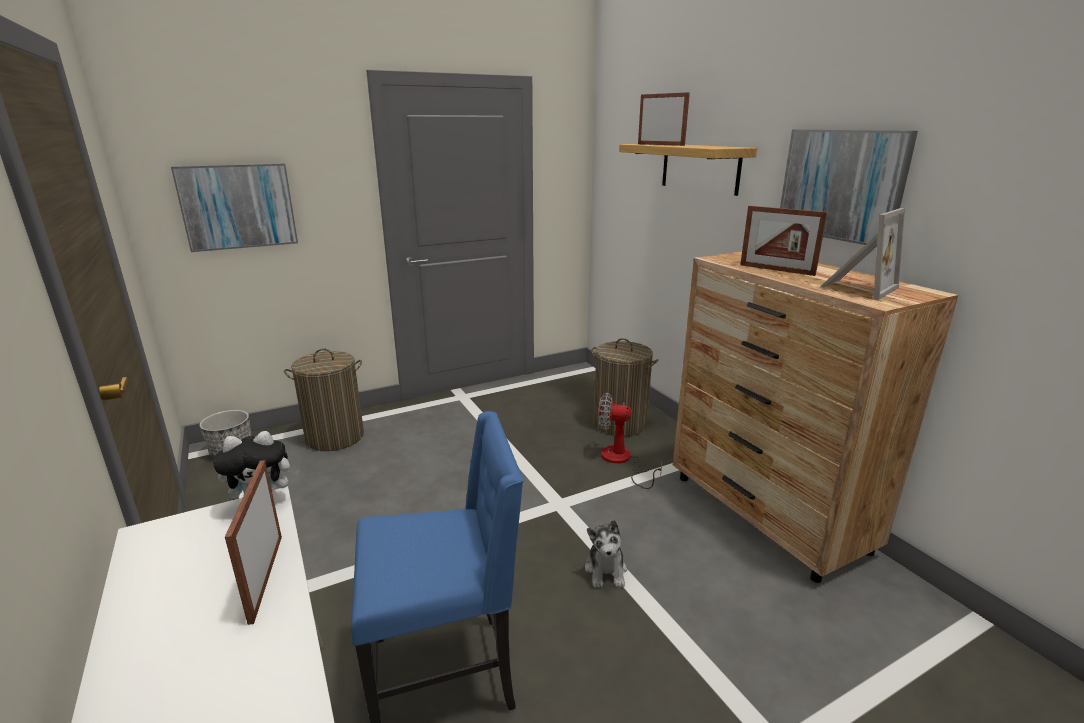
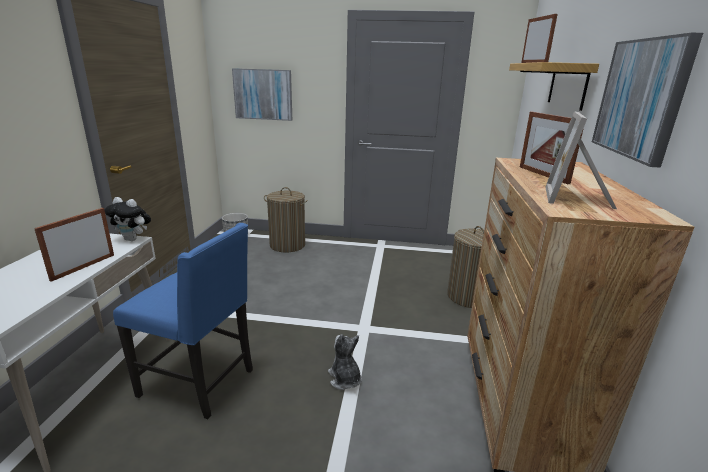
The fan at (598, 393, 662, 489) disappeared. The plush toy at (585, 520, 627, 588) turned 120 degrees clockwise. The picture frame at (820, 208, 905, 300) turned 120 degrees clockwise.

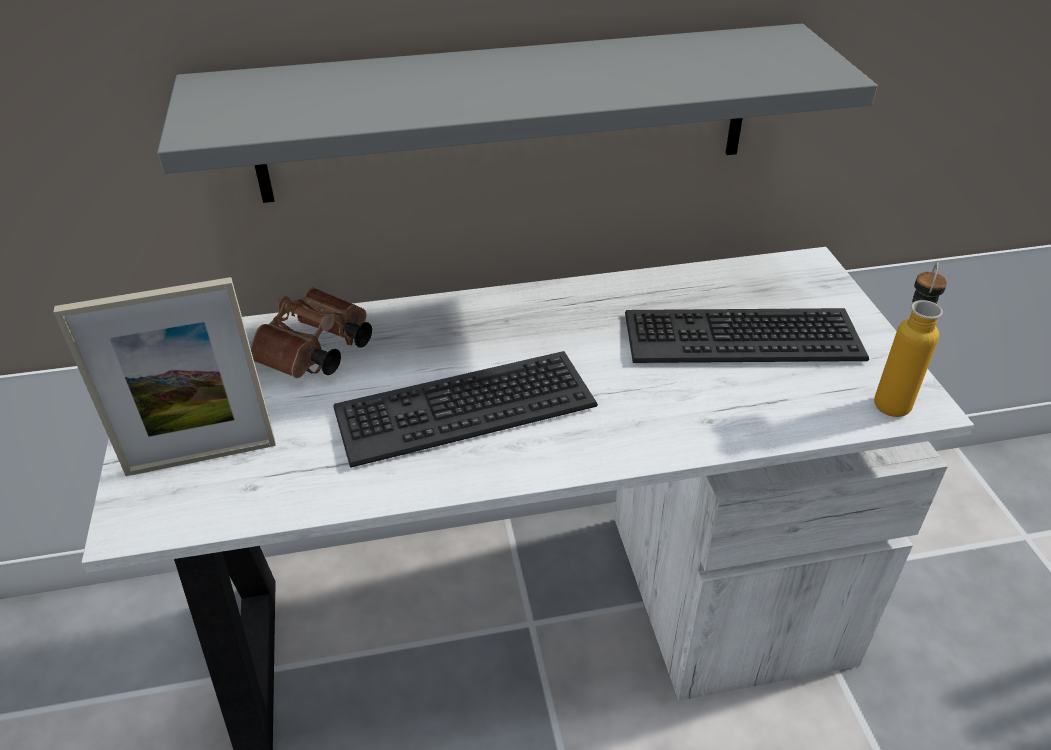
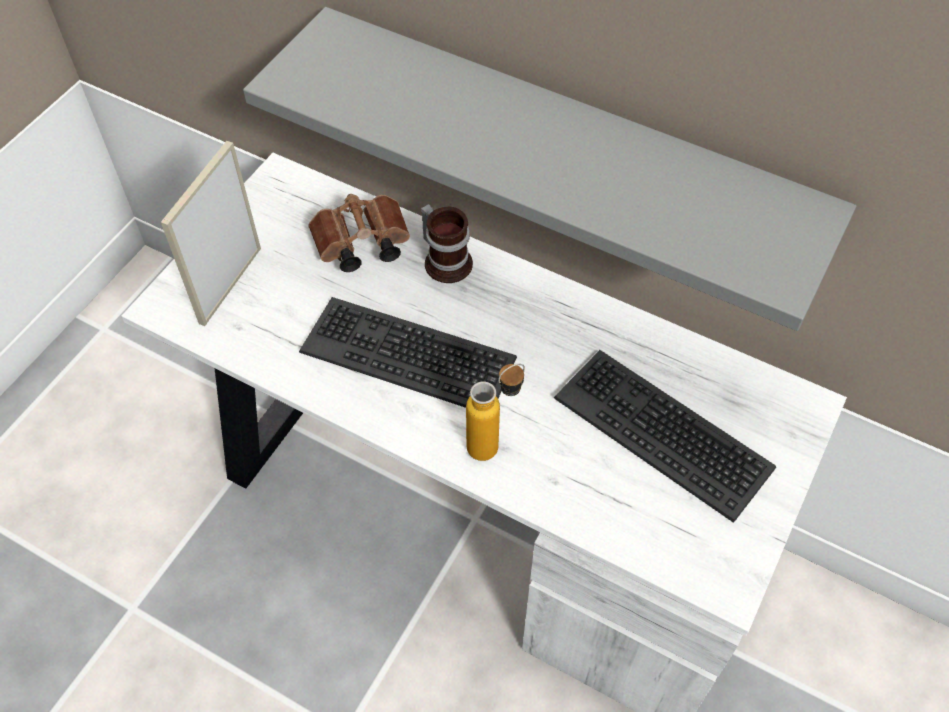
The mug at (421, 204, 473, 283) appeared. The bottle moved from (874, 262, 947, 417) to (466, 364, 525, 461). The picture frame at (53, 277, 276, 476) turned 90 degrees clockwise.

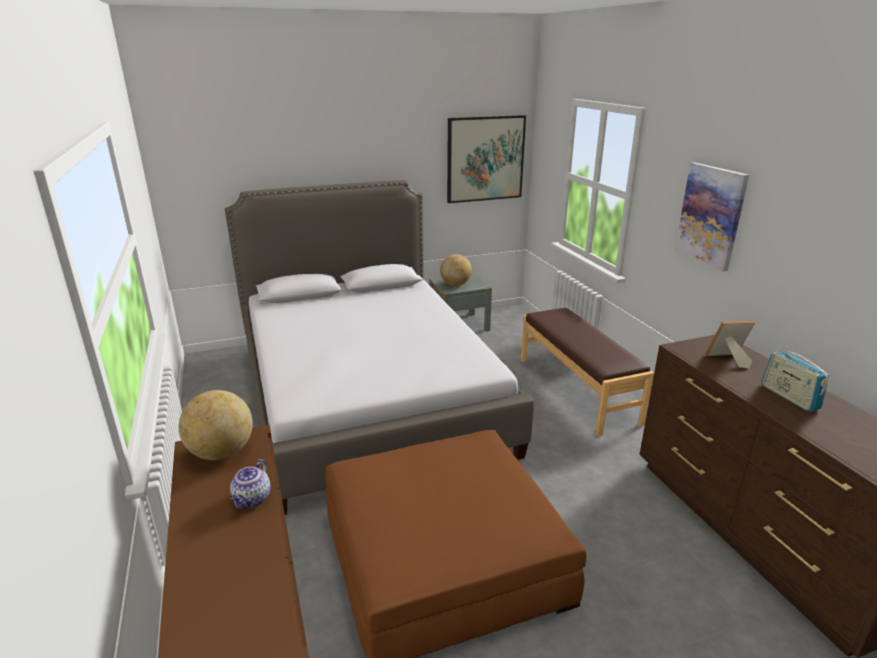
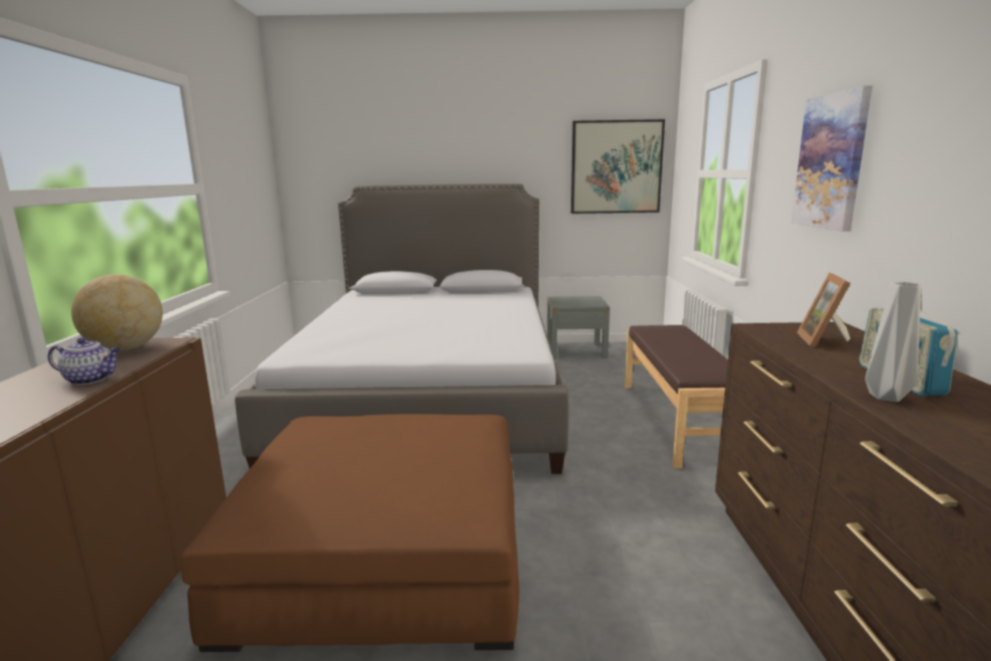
The globe at (440, 254, 472, 286) disappeared. The grey vase at (865, 282, 921, 402) appeared. The teapot at (230, 459, 271, 509) turned 120 degrees counterclockwise. The picture frame at (705, 320, 755, 369) turned 90 degrees counterclockwise.

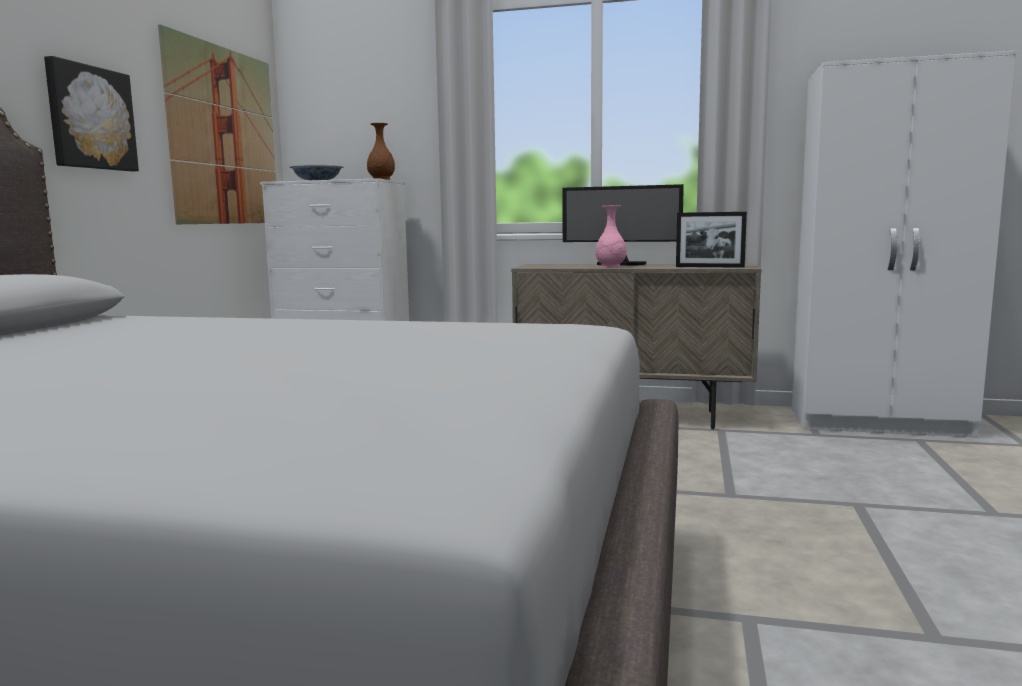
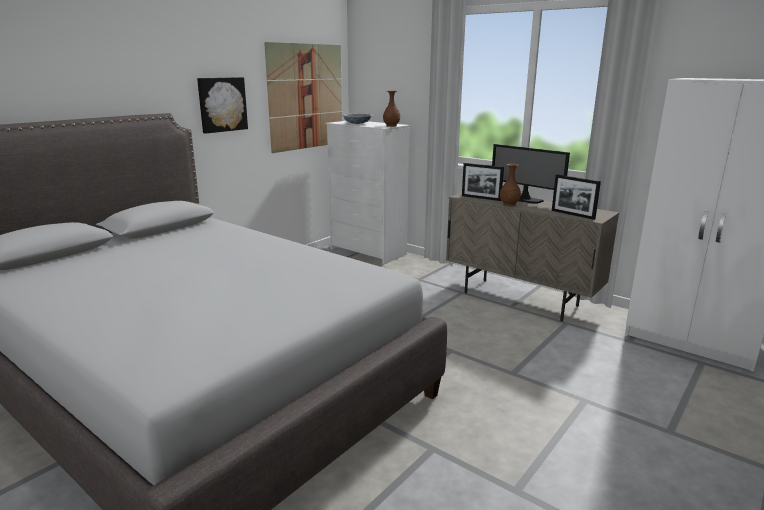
The picture frame at (462, 163, 504, 201) appeared. The pink vase at (595, 205, 627, 268) became the brown vase at (500, 164, 521, 206).

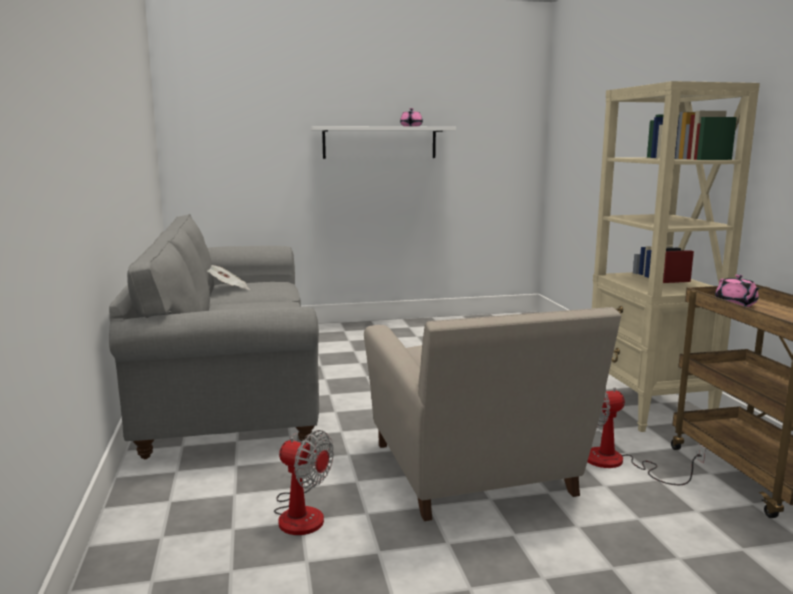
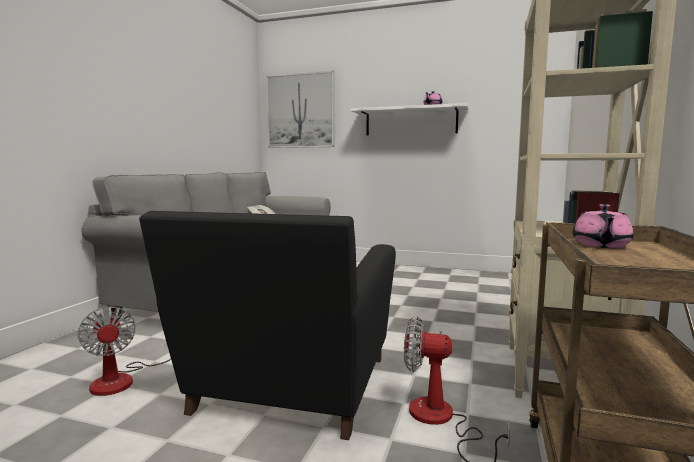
The picture at (266, 71, 335, 148) appeared. The beige armchair at (364, 307, 621, 521) became the black armchair at (139, 211, 396, 440).

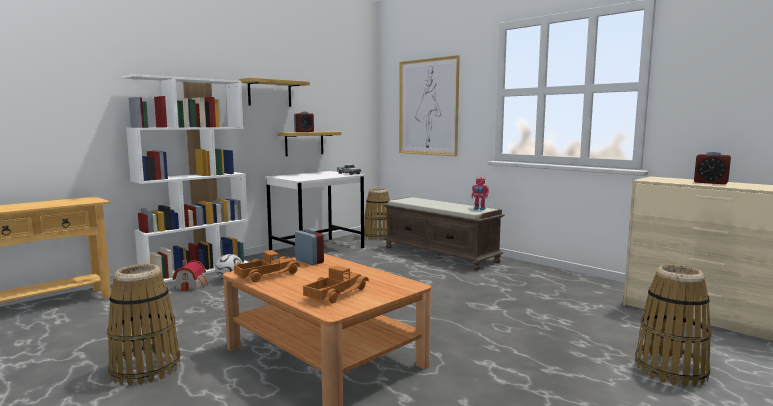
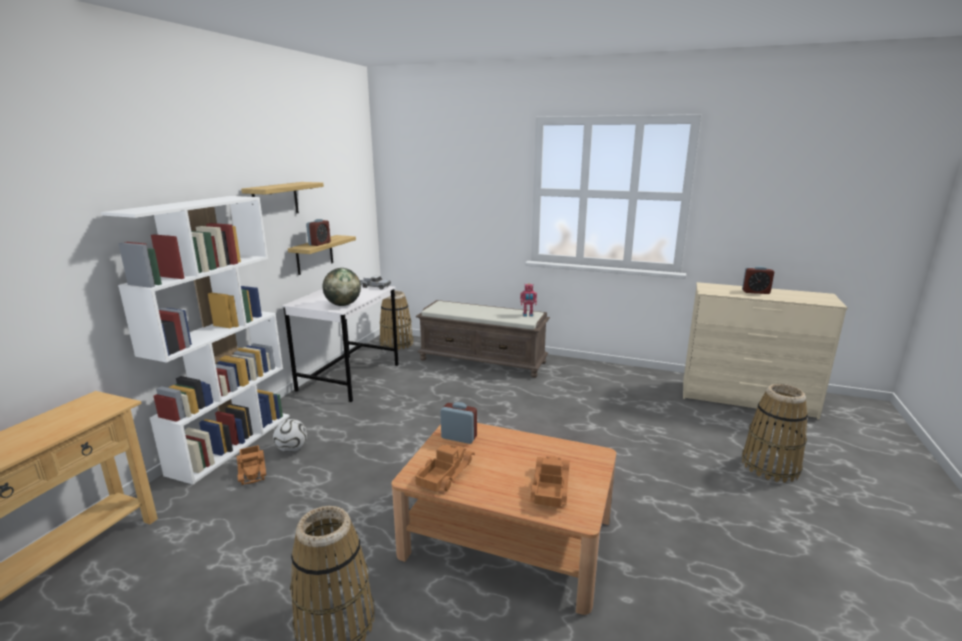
The picture at (399, 55, 460, 156) disappeared. The globe at (323, 268, 361, 306) appeared. The toy house at (172, 260, 208, 291) was replaced by the toy truck at (237, 445, 266, 485).

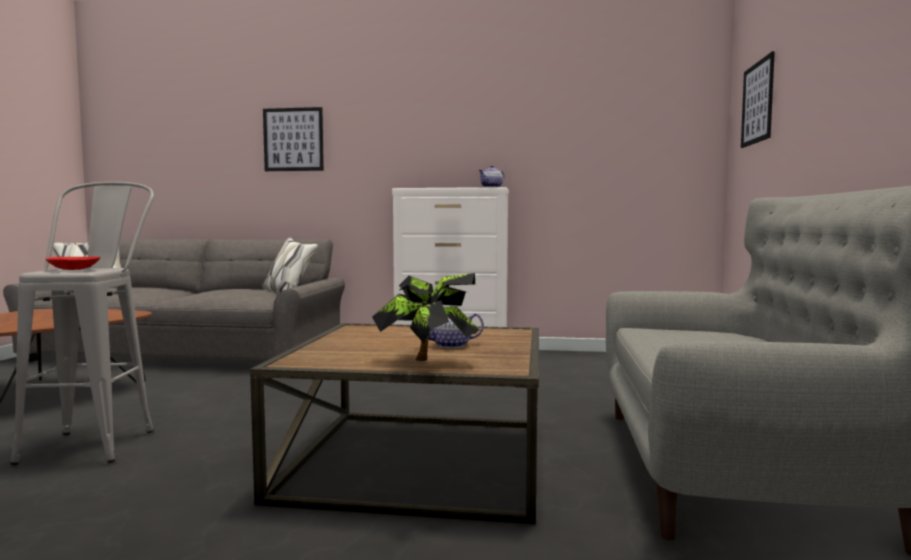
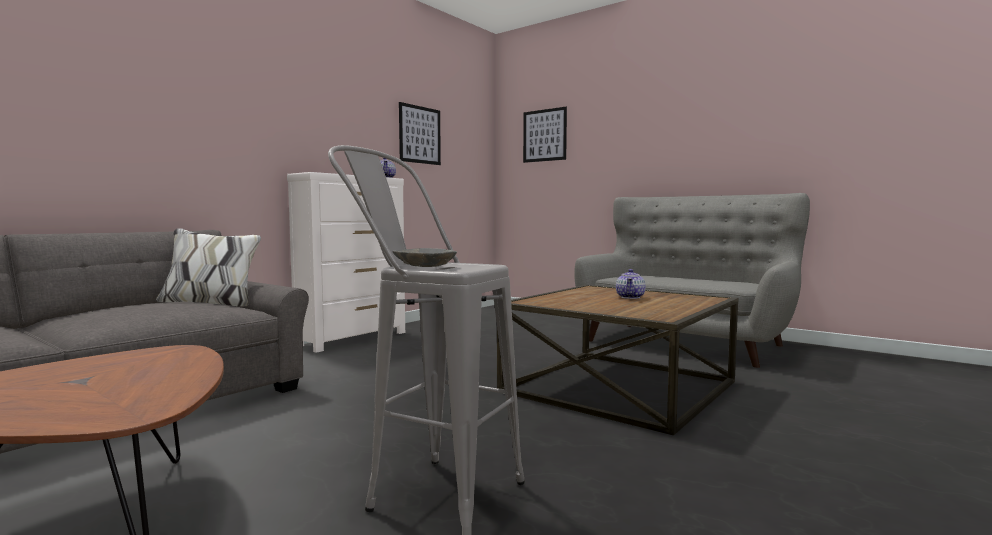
The potted plant at (372, 273, 479, 361) disappeared. The picture moved from (263, 107, 324, 171) to (399, 102, 441, 165). The red bowl at (45, 256, 101, 270) became the grey bowl at (392, 248, 457, 267).

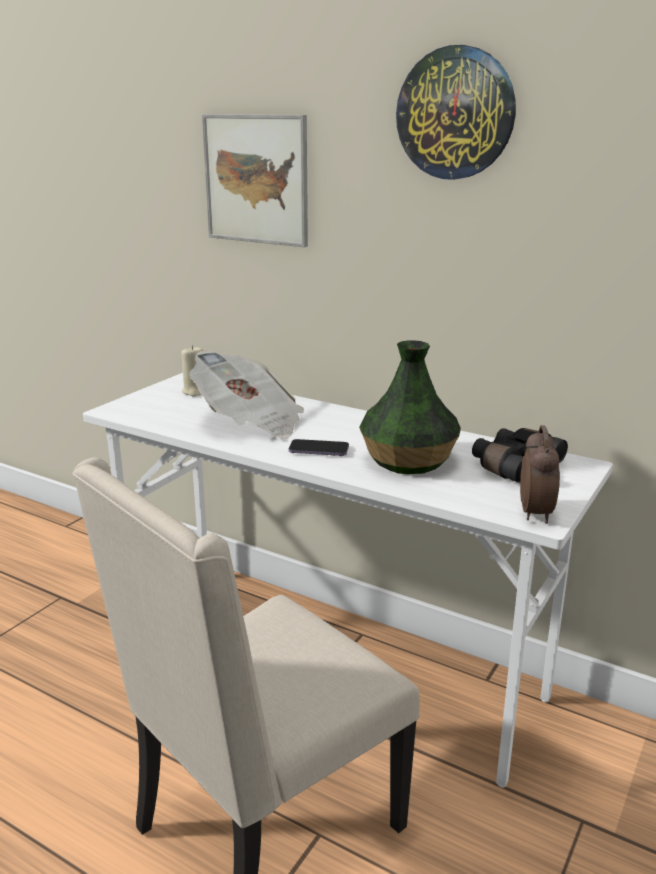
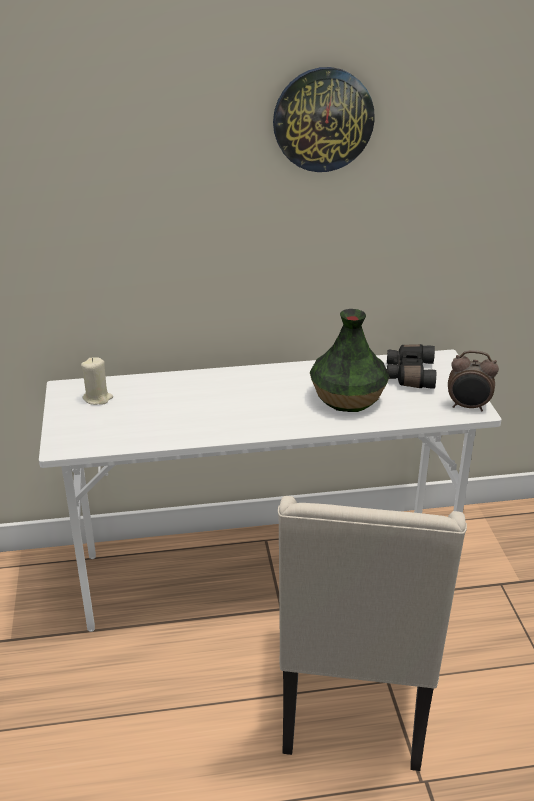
The newspaper at (189, 351, 304, 439) disappeared. The picture at (202, 114, 308, 247) disappeared. The phone at (289, 439, 349, 456) disappeared. The alarm clock at (520, 425, 560, 524) turned 135 degrees clockwise.

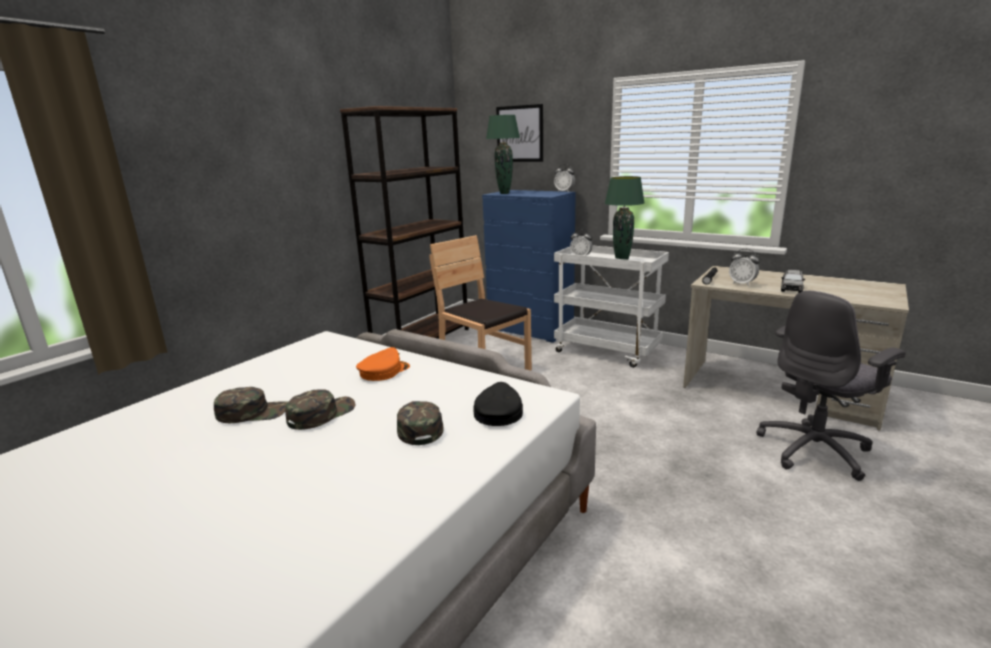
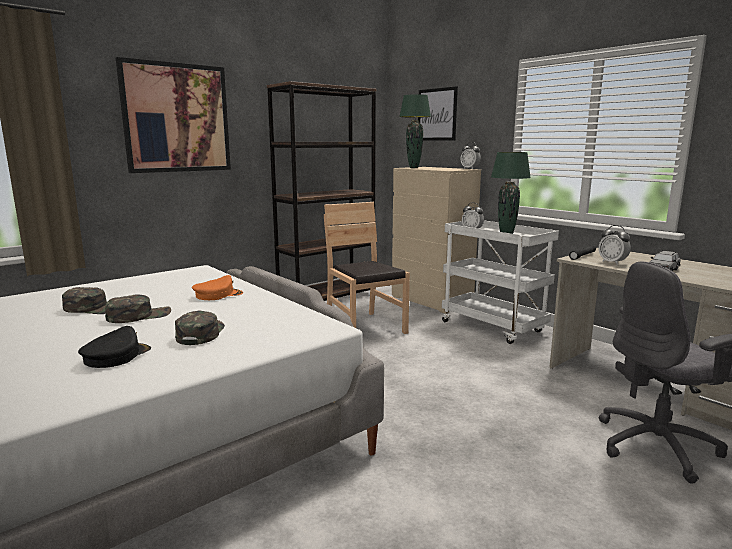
The picture at (116, 57, 231, 173) appeared. The black cap moved from (473, 382, 523, 426) to (78, 326, 151, 368). The blue dresser at (482, 190, 576, 343) became the beige dresser at (392, 167, 481, 314).

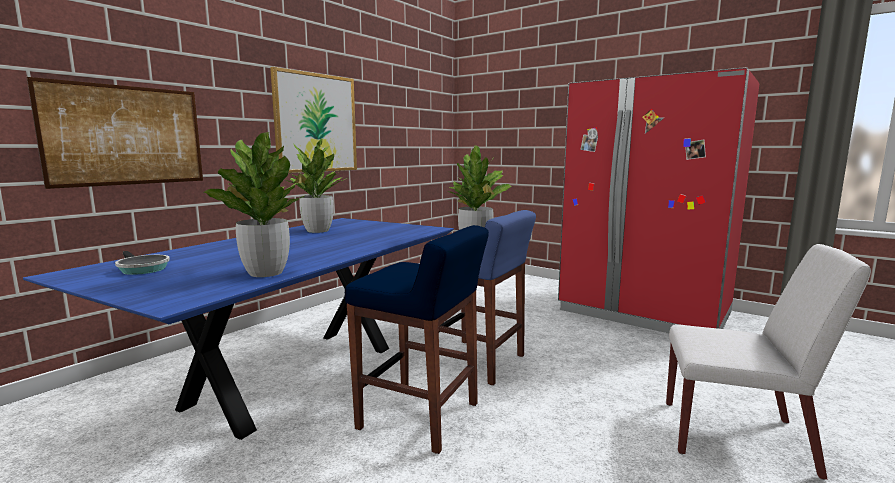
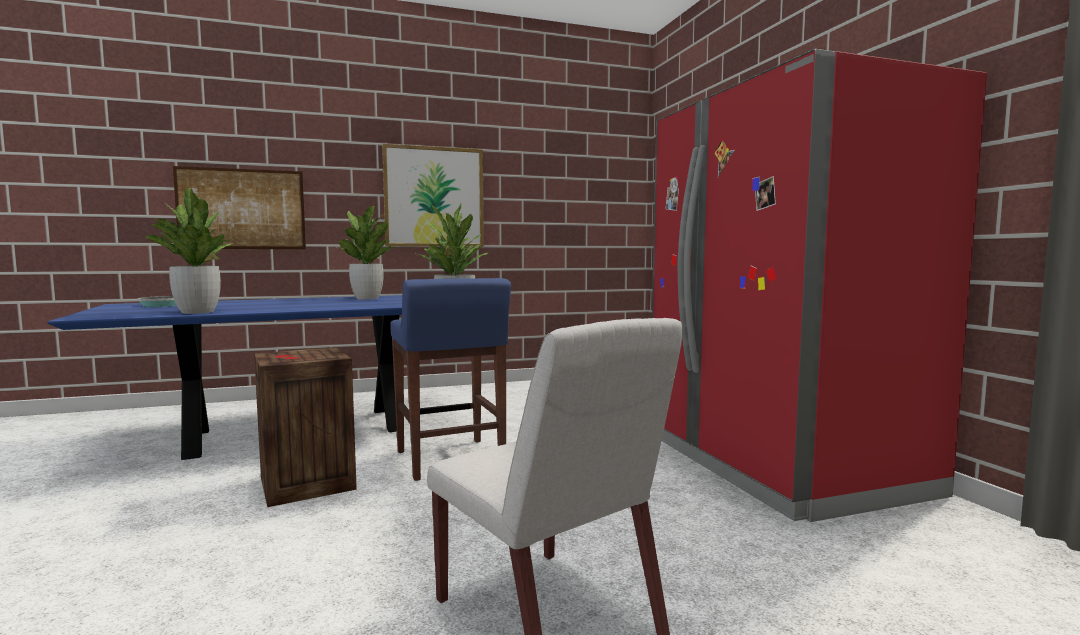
The blue stool at (345, 225, 489, 454) was replaced by the crate at (254, 347, 357, 507).

